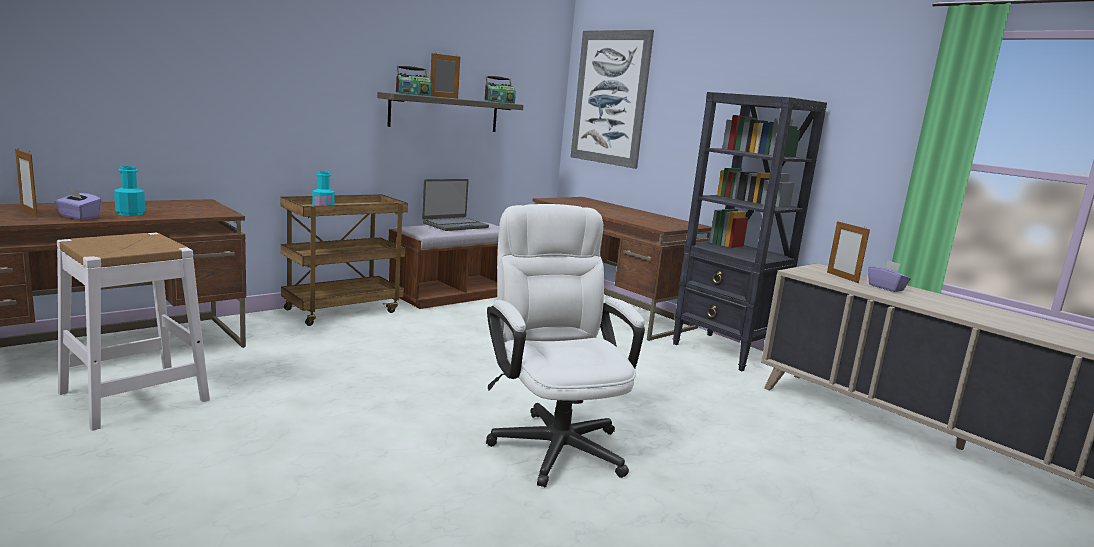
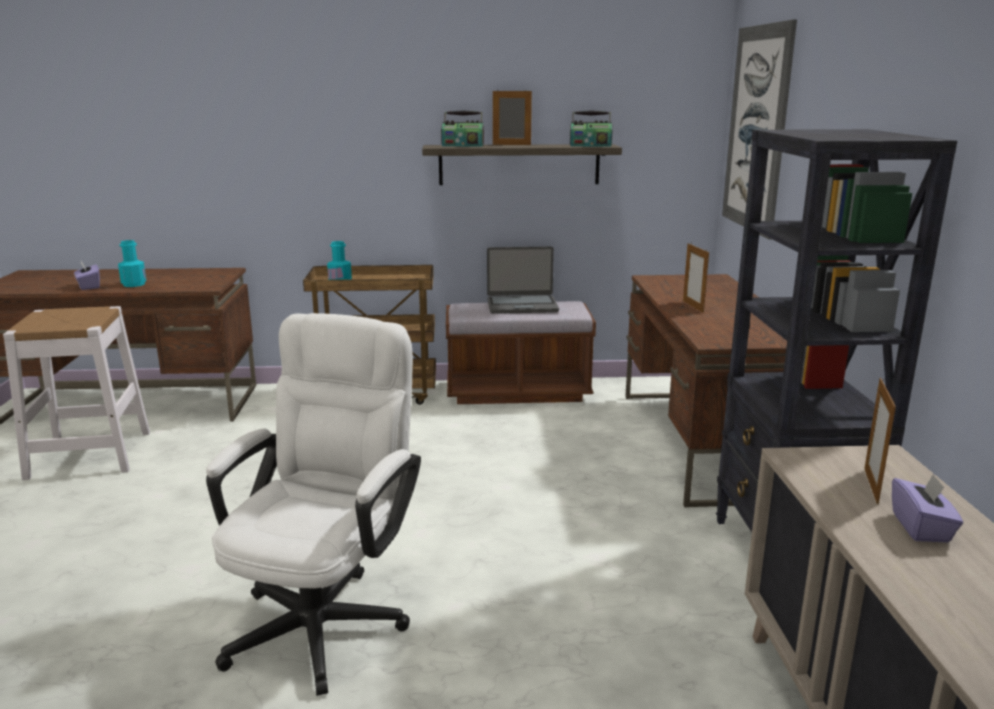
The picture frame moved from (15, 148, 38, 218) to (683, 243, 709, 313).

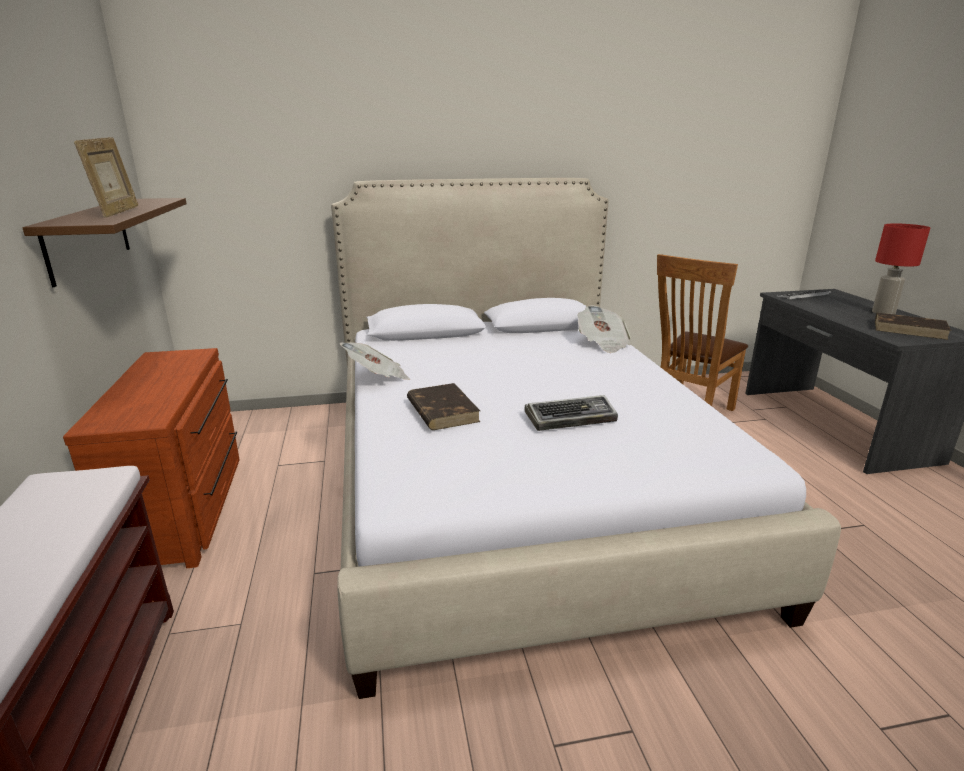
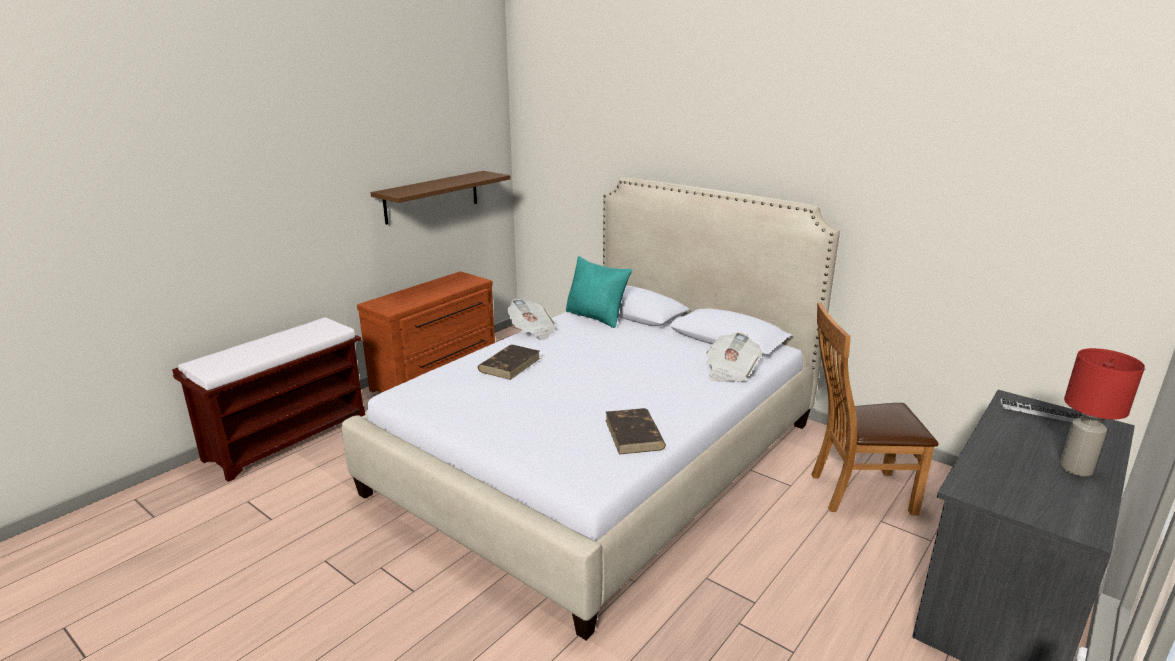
The picture frame at (74, 137, 138, 217) disappeared. The keyboard at (525, 395, 618, 431) disappeared. The turquoise pillow at (566, 256, 632, 328) appeared. The brown book moved from (875, 313, 951, 340) to (605, 408, 666, 455).

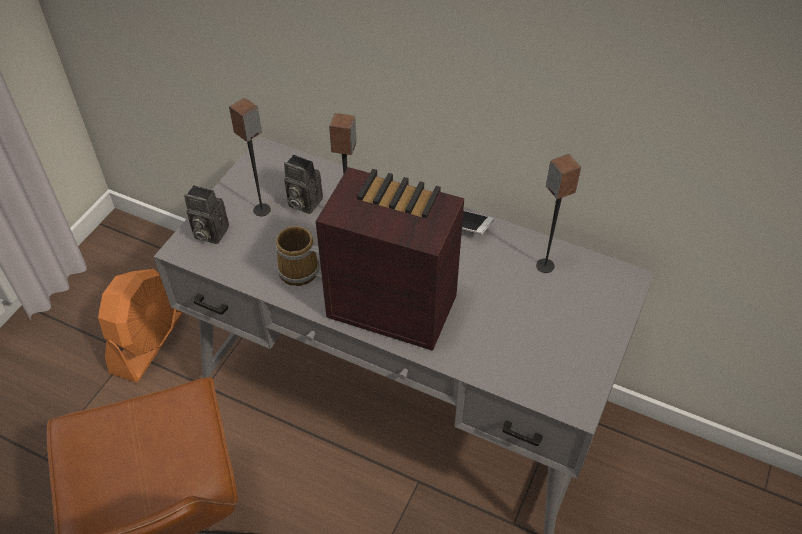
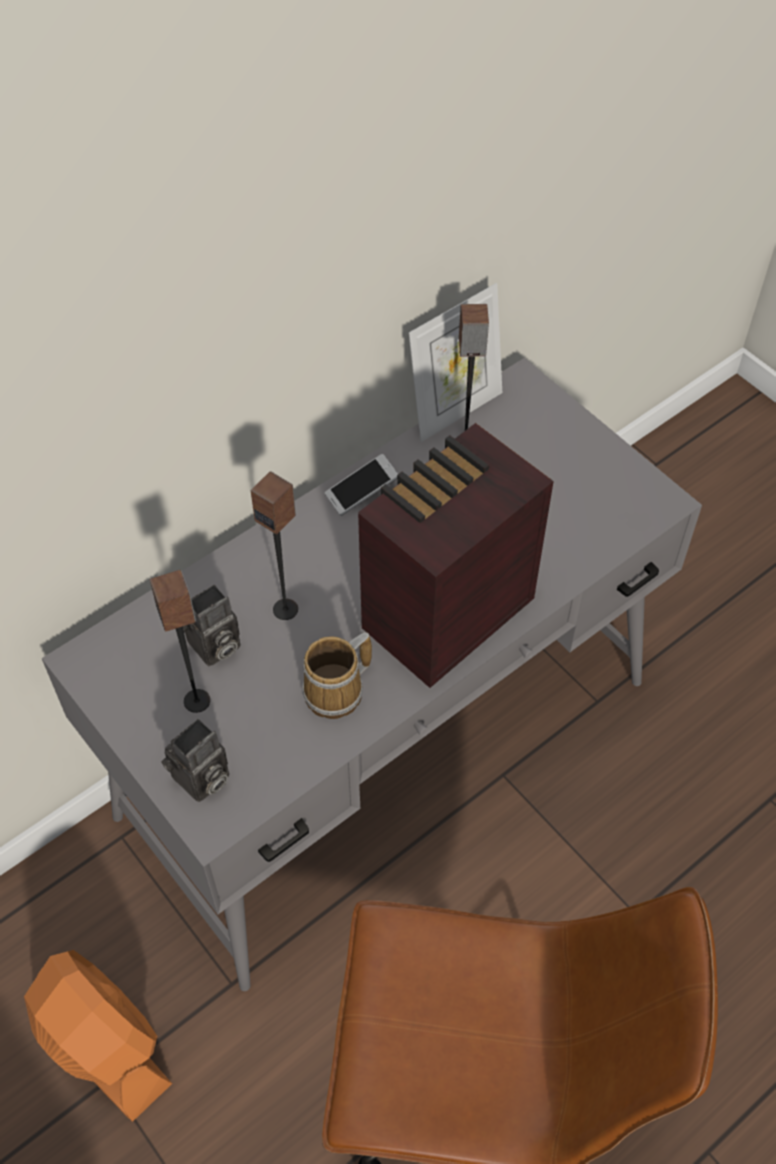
The picture frame at (409, 283, 502, 442) appeared.

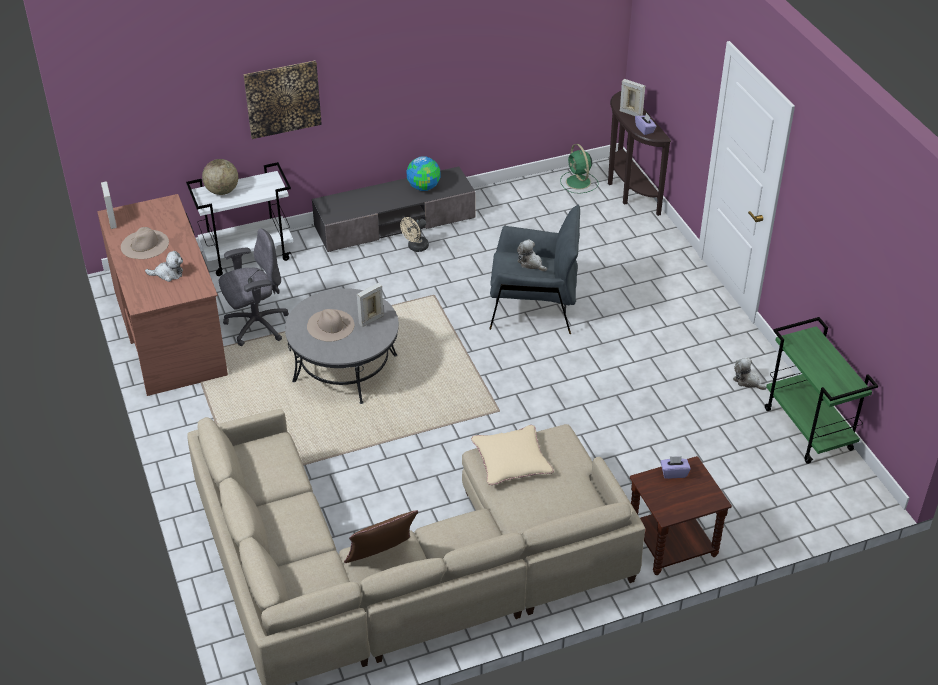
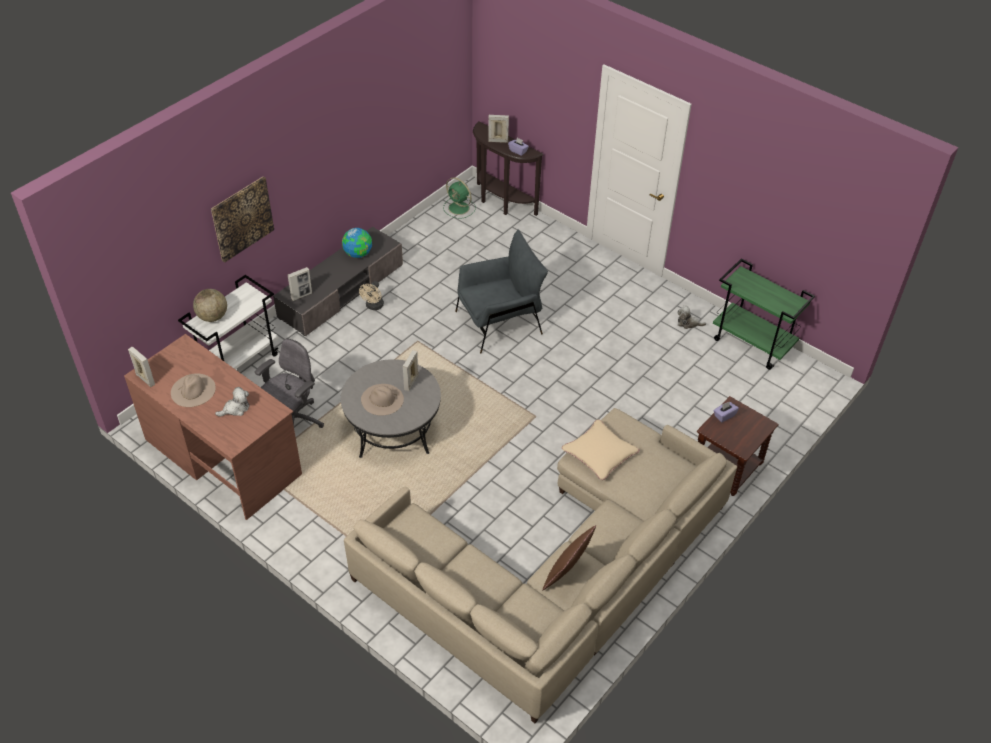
The plush toy at (517, 240, 547, 271) disappeared. The picture frame at (288, 267, 312, 301) appeared.

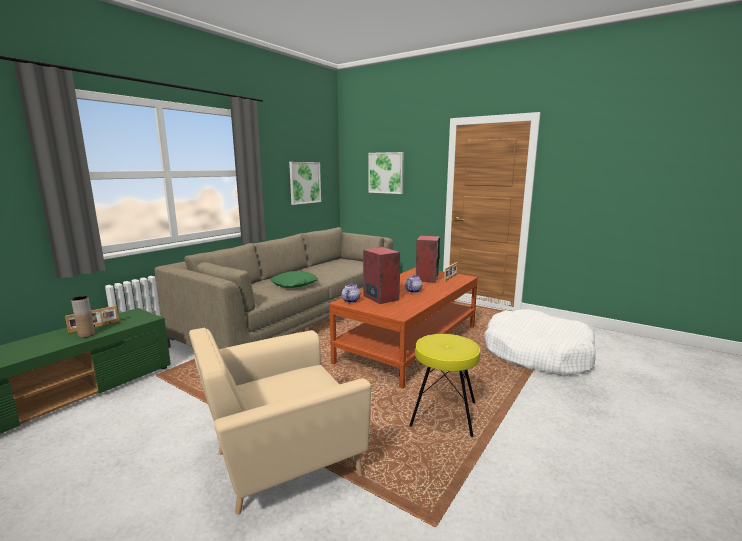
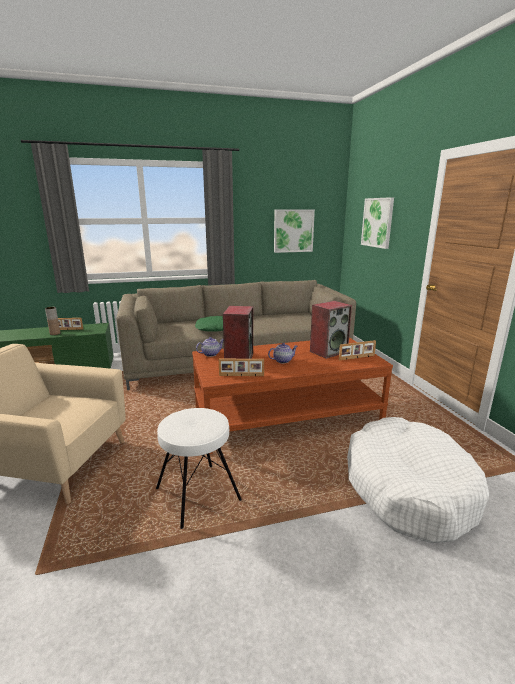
The picture frame at (219, 359, 264, 377) appeared. The yellow stool at (409, 334, 480, 437) became the white stool at (156, 408, 242, 529).

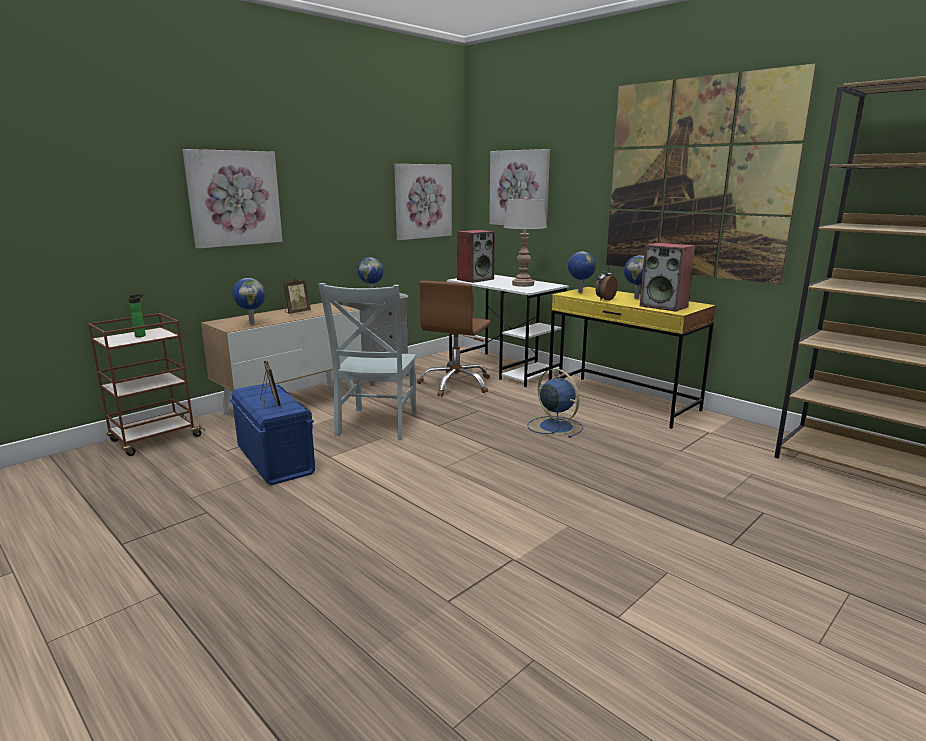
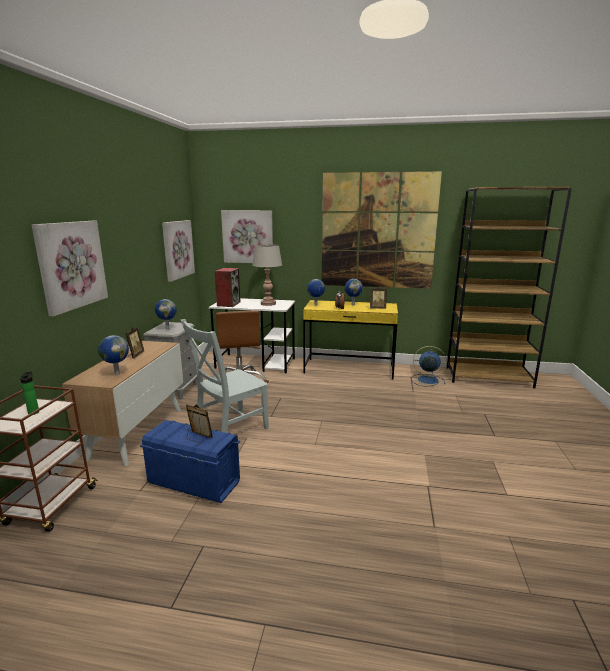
The blue fan moved from (527, 368, 583, 438) to (411, 346, 447, 386). The speaker at (640, 243, 695, 312) was replaced by the picture frame at (370, 287, 387, 309). The grey chair at (318, 283, 417, 439) turned 75 degrees clockwise.

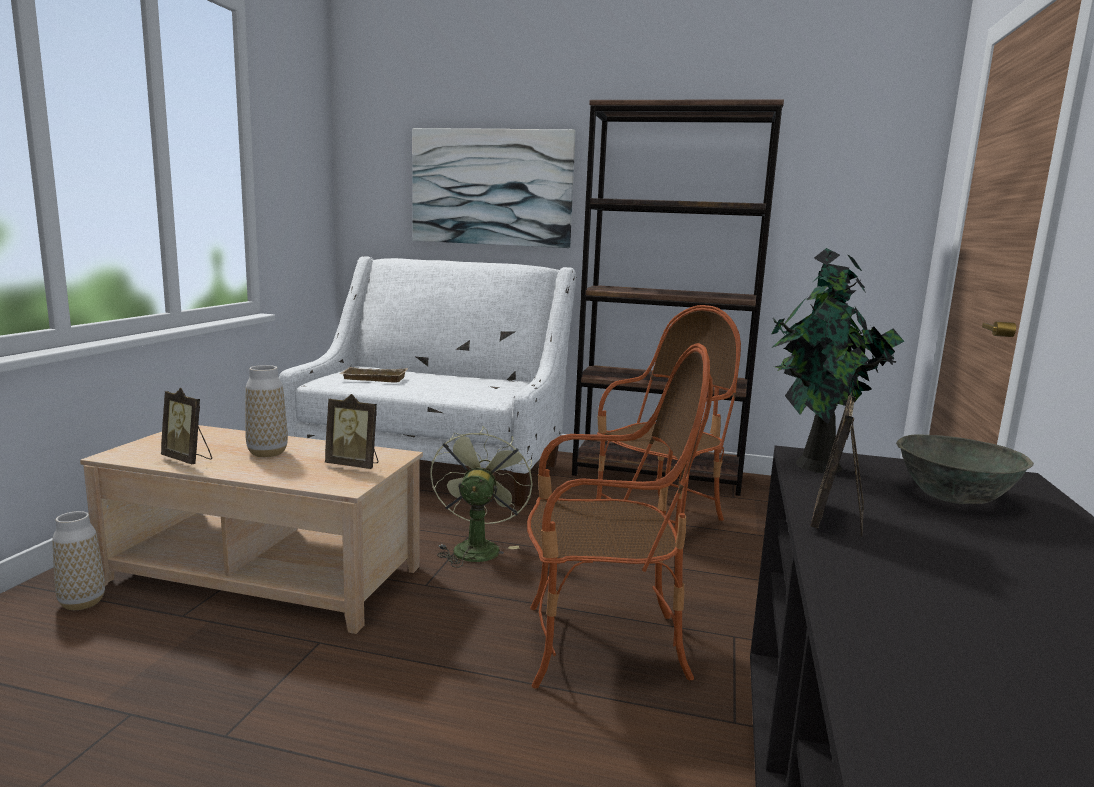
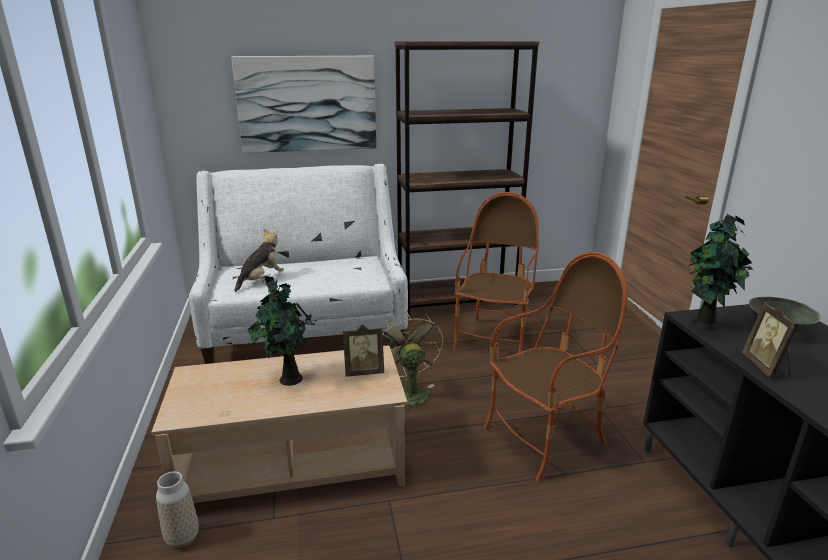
The picture frame at (161, 388, 212, 464) disappeared. The vase at (245, 365, 288, 457) was replaced by the potted plant at (248, 275, 315, 386). The beige tray at (340, 367, 408, 383) was replaced by the plush toy at (235, 229, 284, 292).

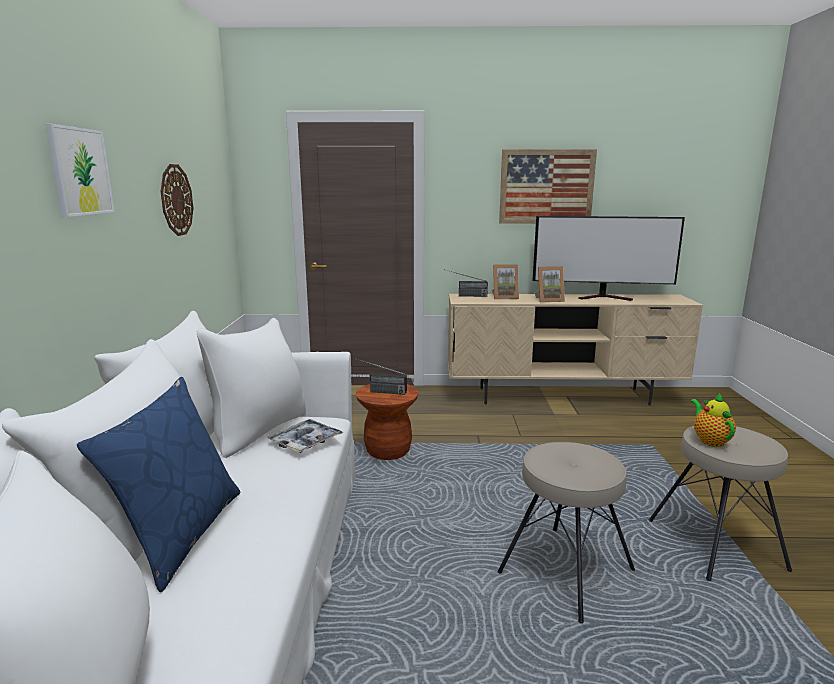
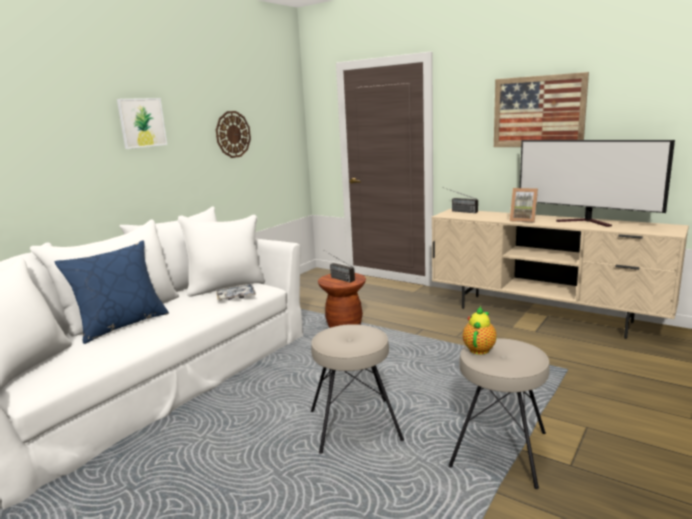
The picture frame at (492, 264, 519, 299) disappeared.

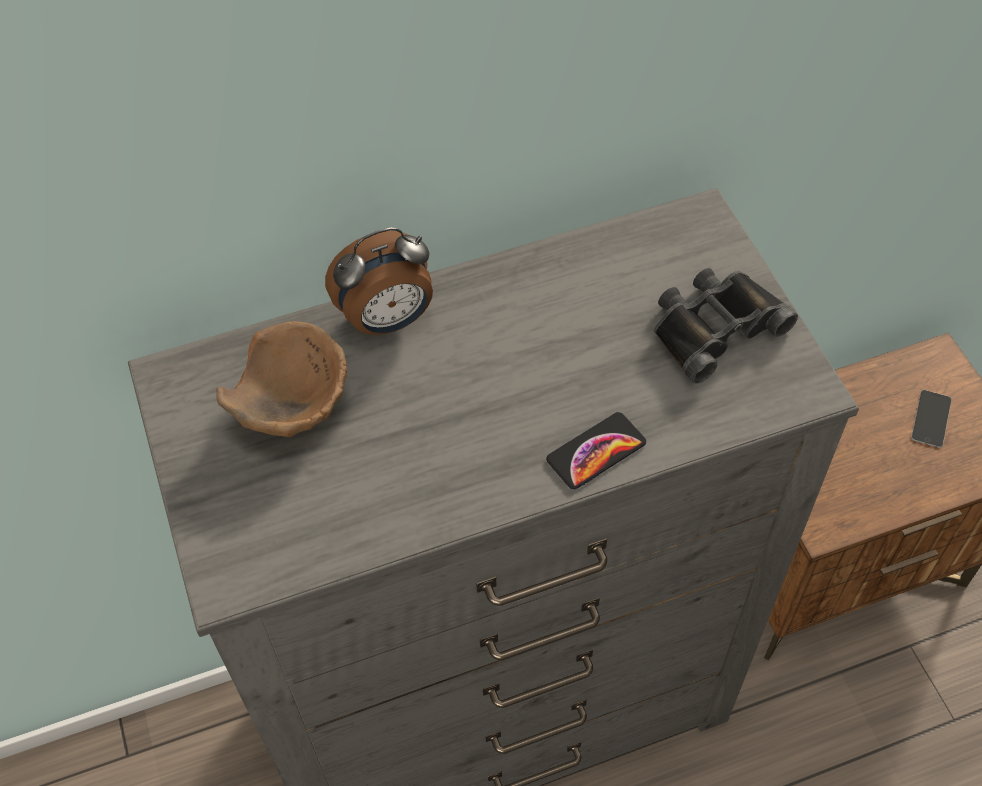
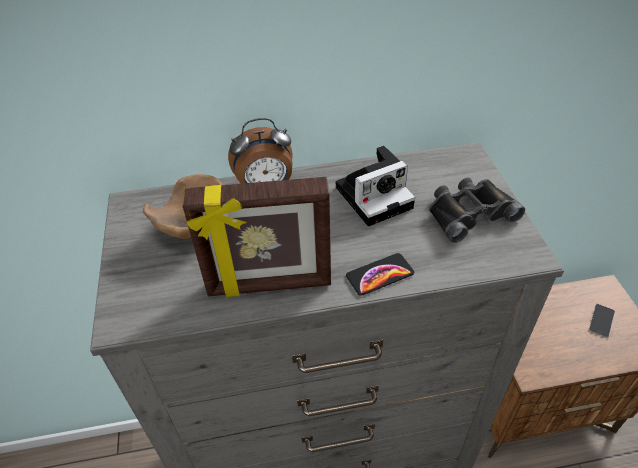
The picture frame at (182, 177, 331, 297) appeared. The photo camera at (336, 146, 415, 226) appeared.

